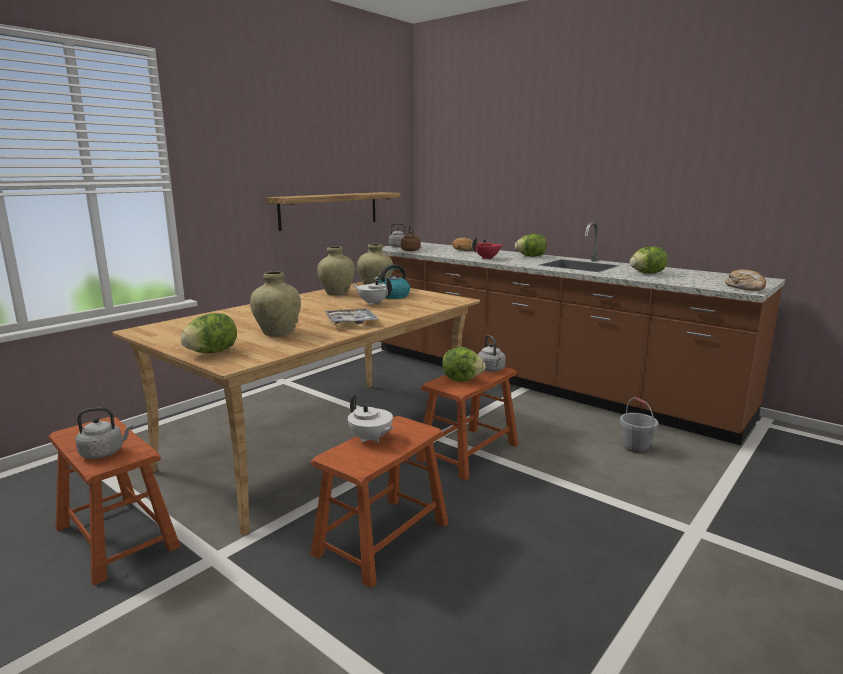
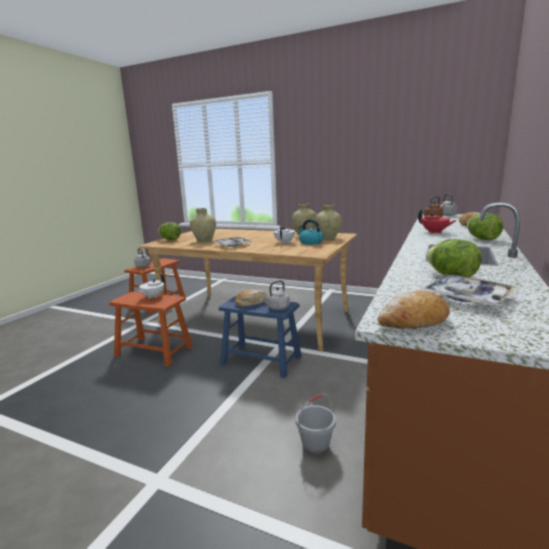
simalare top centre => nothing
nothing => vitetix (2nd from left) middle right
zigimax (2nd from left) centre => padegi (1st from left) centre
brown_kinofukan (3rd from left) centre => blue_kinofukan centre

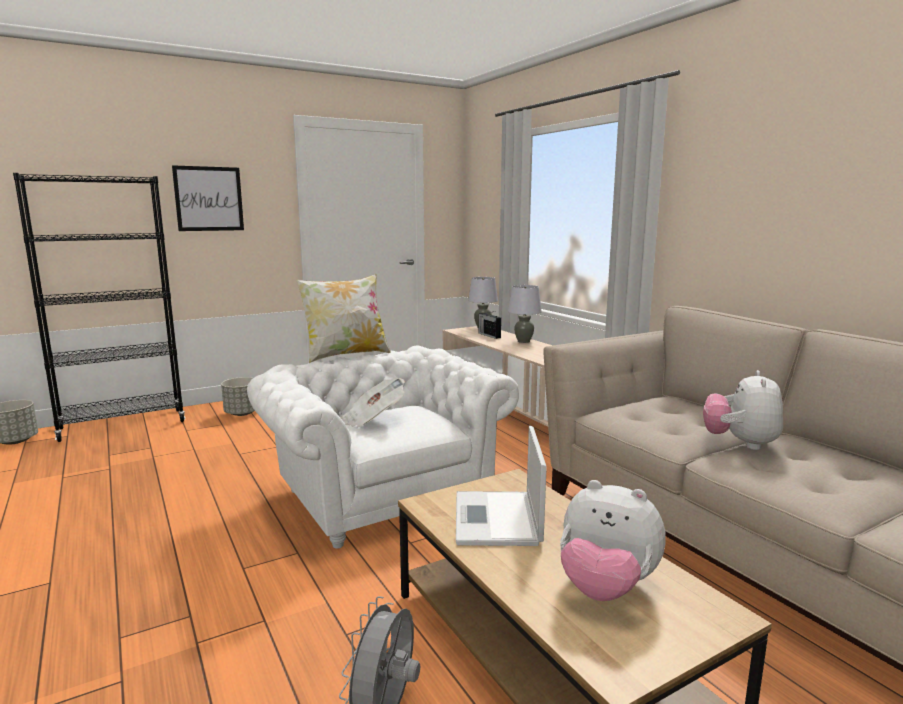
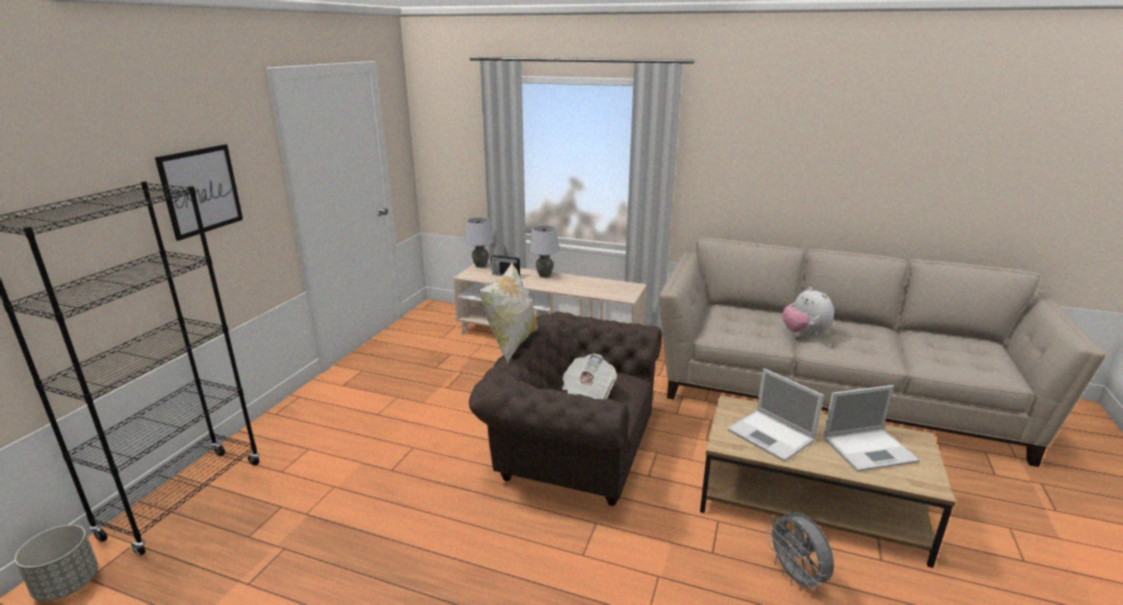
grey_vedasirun (2nd from left) middle left => nothing
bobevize (1st from left) bottom right => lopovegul (2nd from left) bottom right
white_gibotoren centre => brown_gibotoren bottom centre

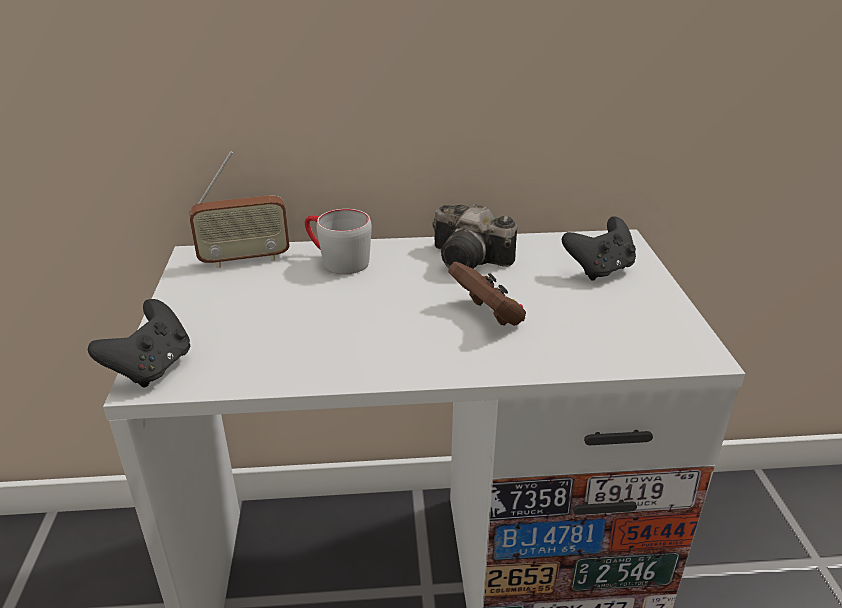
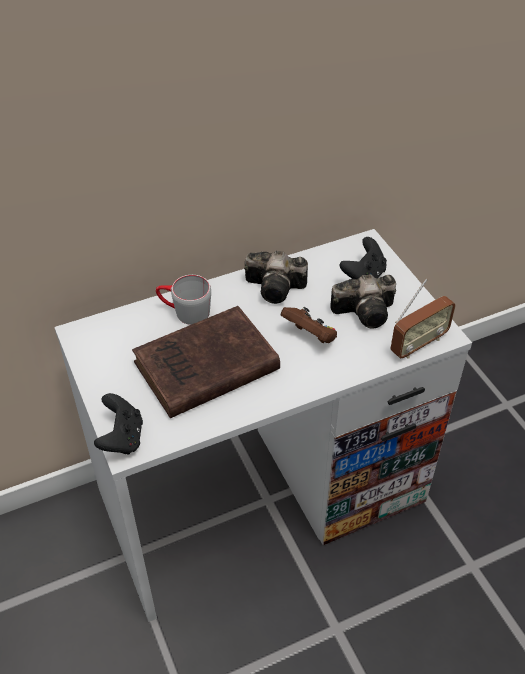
nothing => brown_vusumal centre
nothing => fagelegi (2nd from left) middle right
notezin middle left => notezin middle right, moved

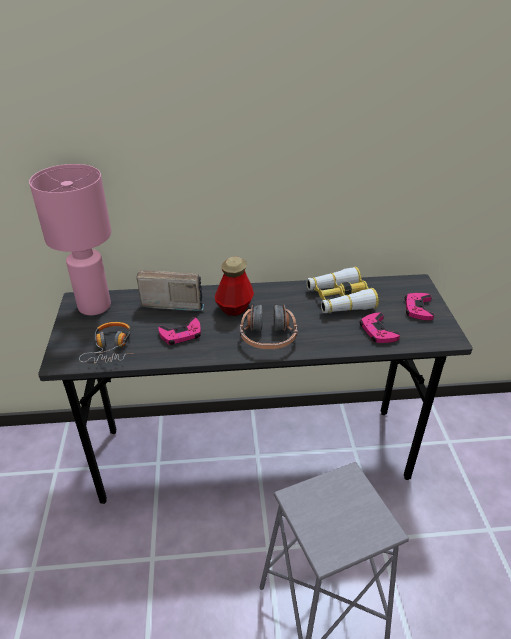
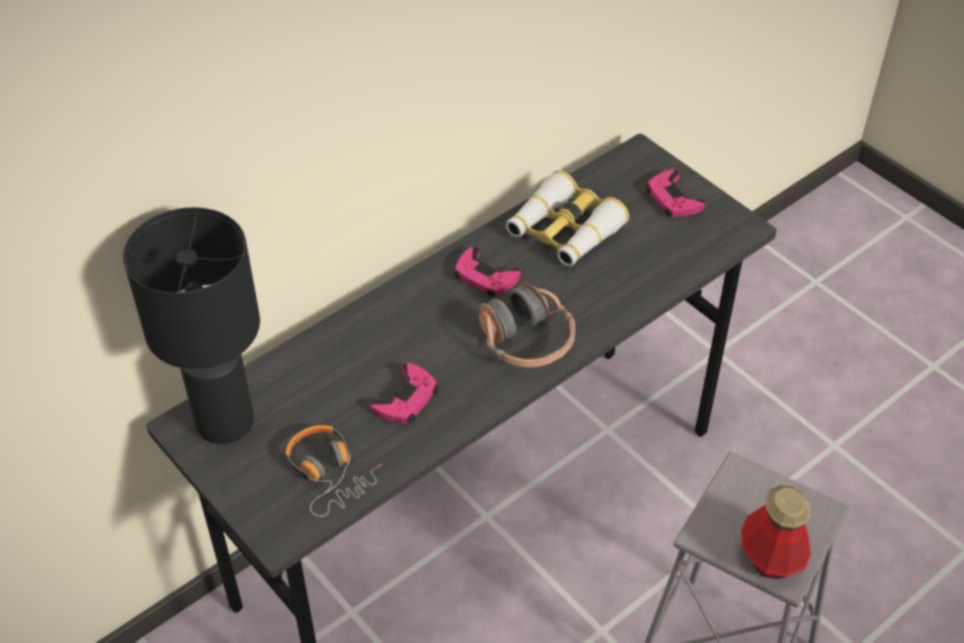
notezin middle left => nothing
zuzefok centre => zuzefok bottom right, moved
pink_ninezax (2nd from left) middle right => pink_ninezax (2nd from left) centre, moved
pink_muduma middle left => black_muduma middle left

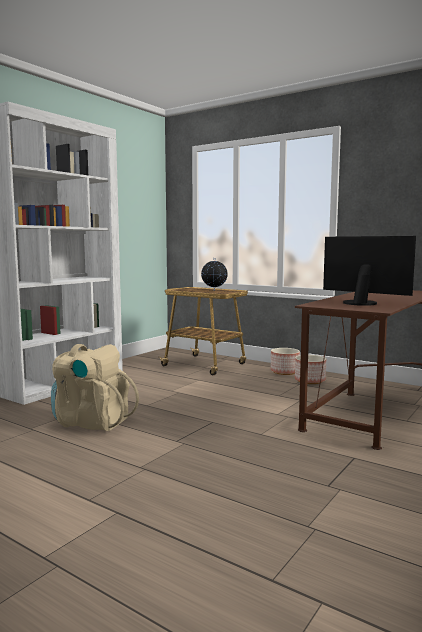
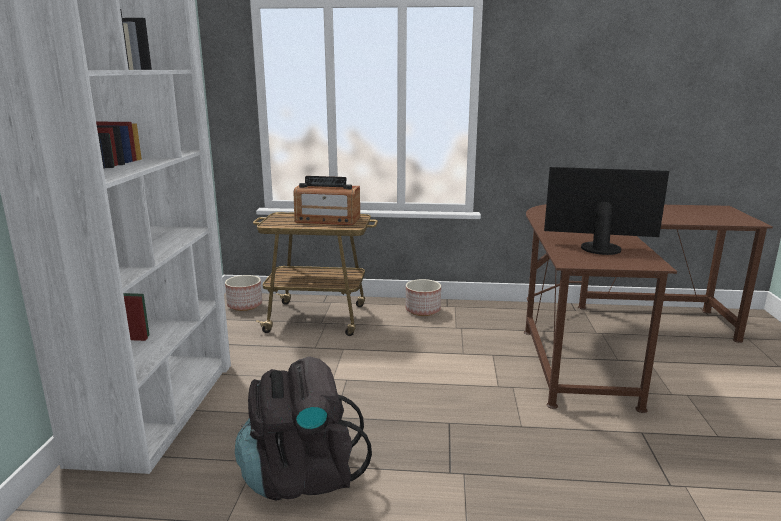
vedasirun (2nd from left in the first image) middle right => vedasirun (1st from left) middle left, moved
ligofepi centre => notezin centre
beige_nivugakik middle left => black_nivugakik bottom centre

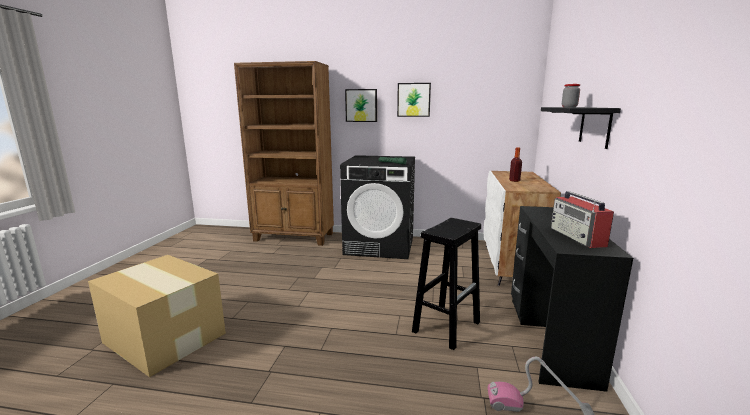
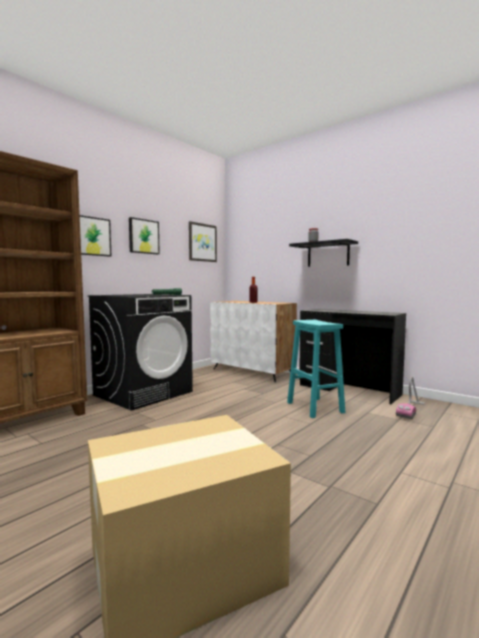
notezin middle right => nothing
nothing => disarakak (3rd from left) centre
black_kinofukan bottom centre => turquoise_kinofukan centre

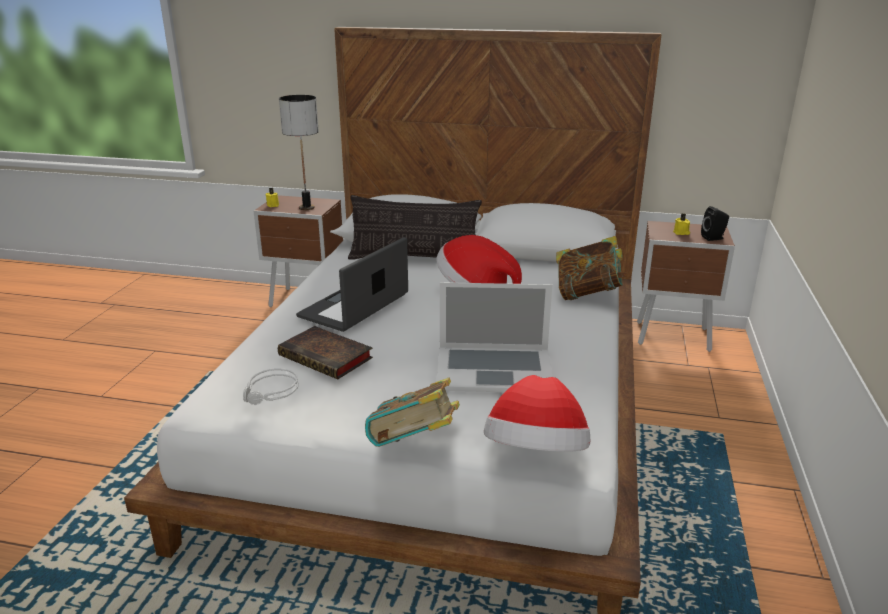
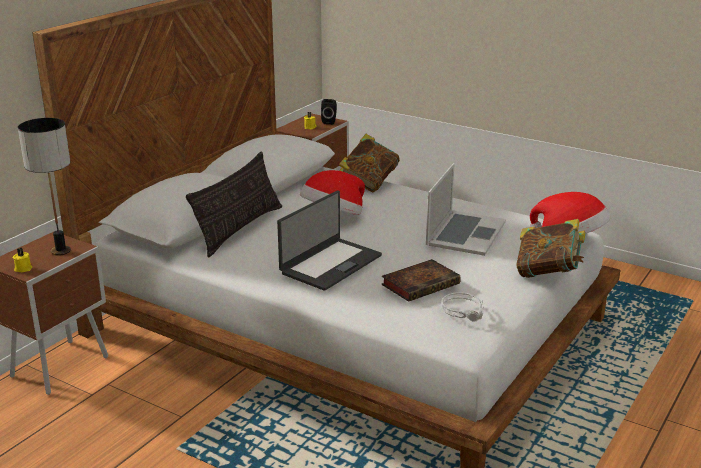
lopovegul (1st from left) centre, 105 degrees counterclockwise

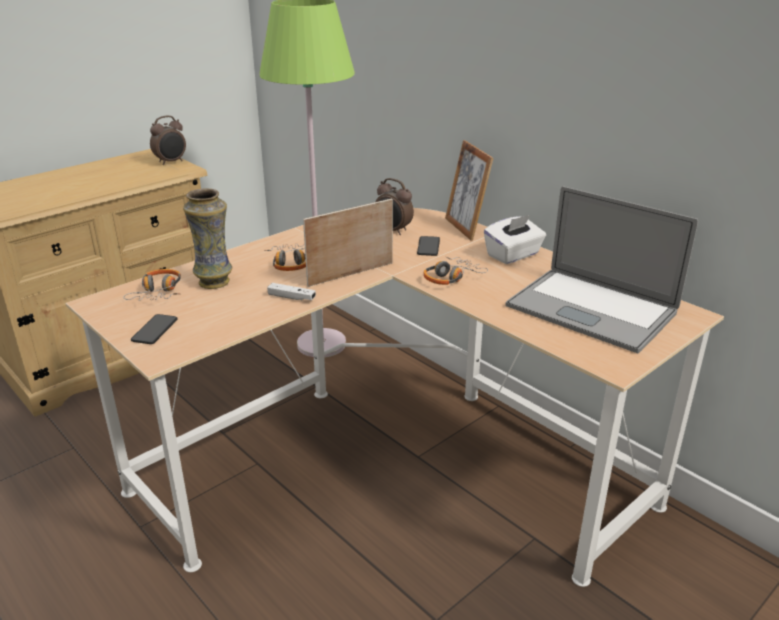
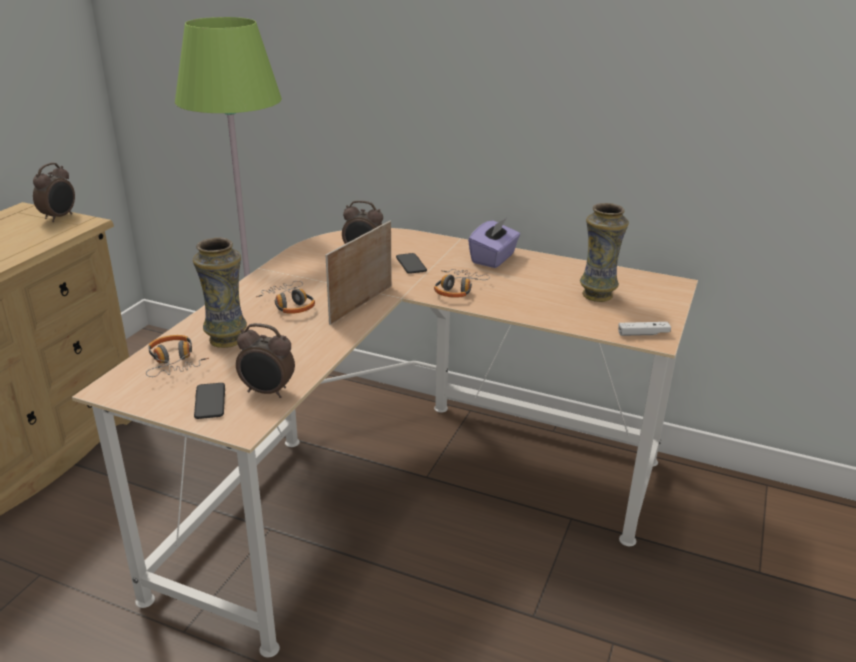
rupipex (2nd from left) top centre => nothing
nothing => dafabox (2nd from left) middle left
white_ninezax centre => white_ninezax middle right, moved
lopovegul middle right => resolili (2nd from left) middle right
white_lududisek centre => purple_lududisek centre

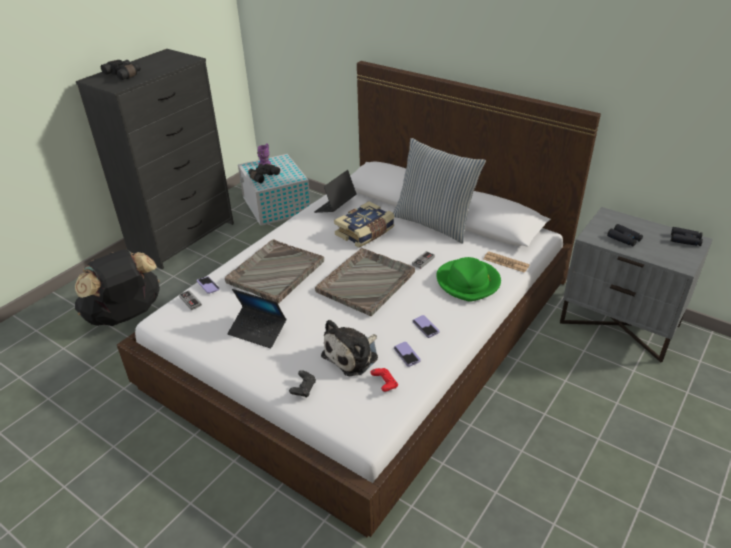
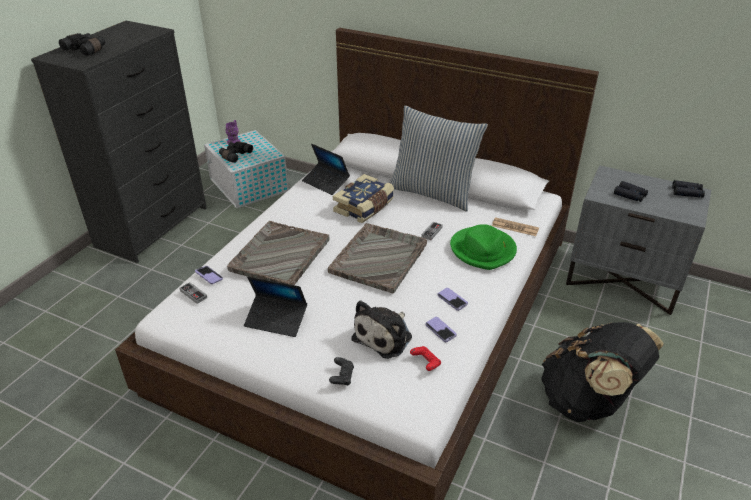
black_nivugakik middle left => black_nivugakik bottom right, moved
lopovegul (2nd from left) centre, 75 degrees counterclockwise

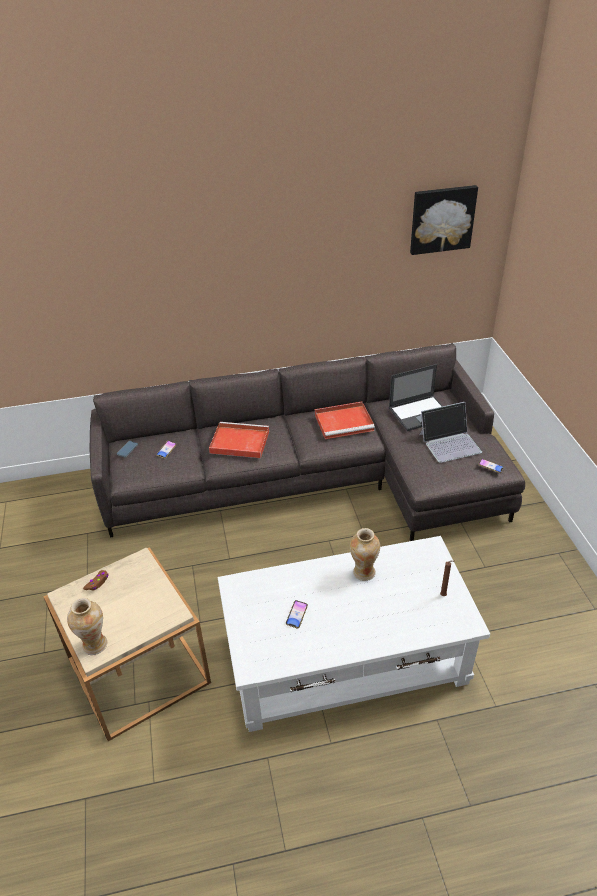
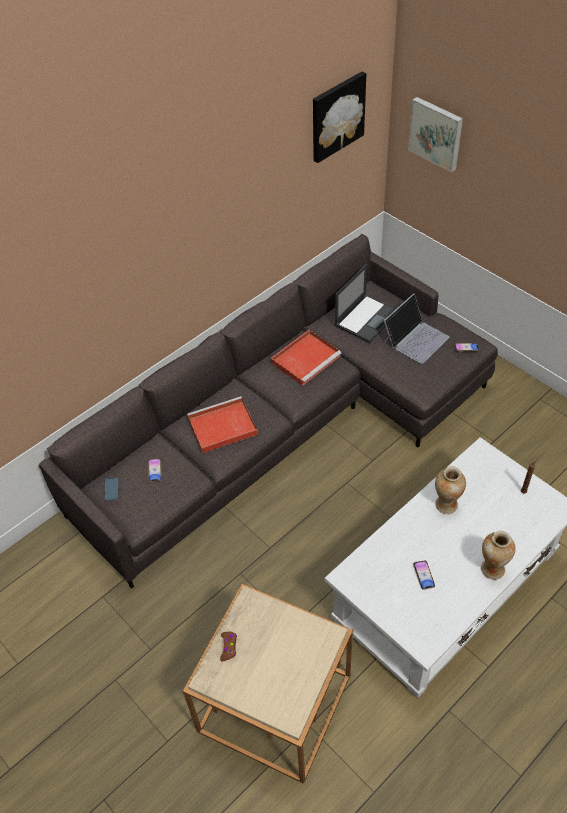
nothing => disarakak (2nd from left) top right
resolili (1st from left in the first image) bottom left => resolili (2nd from left) bottom right, moved

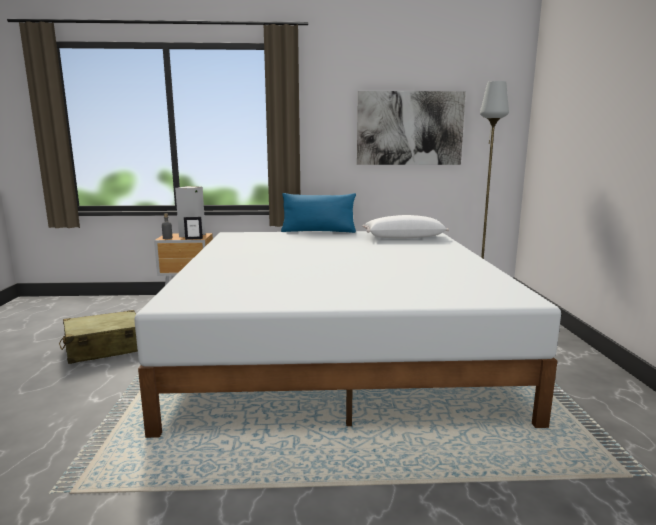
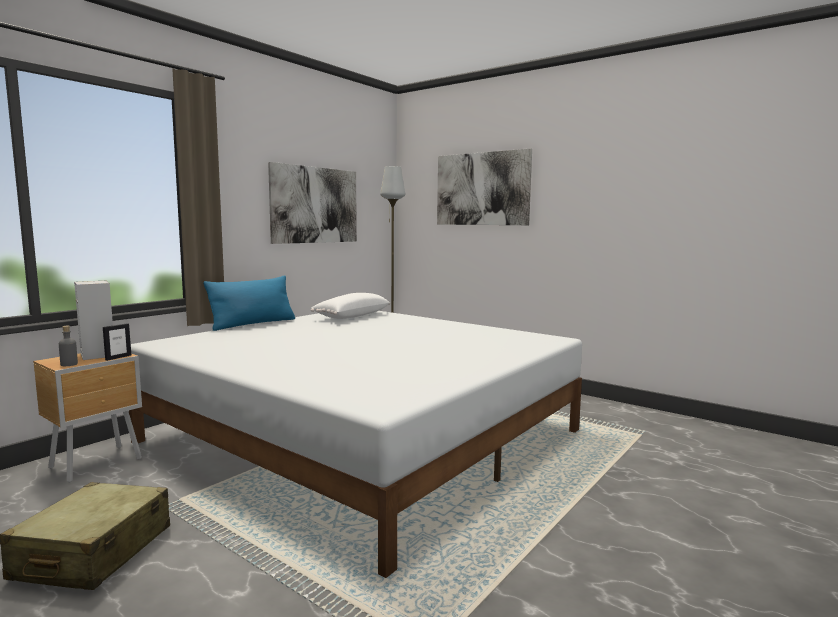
nothing => disarakak (2nd from left) top centre

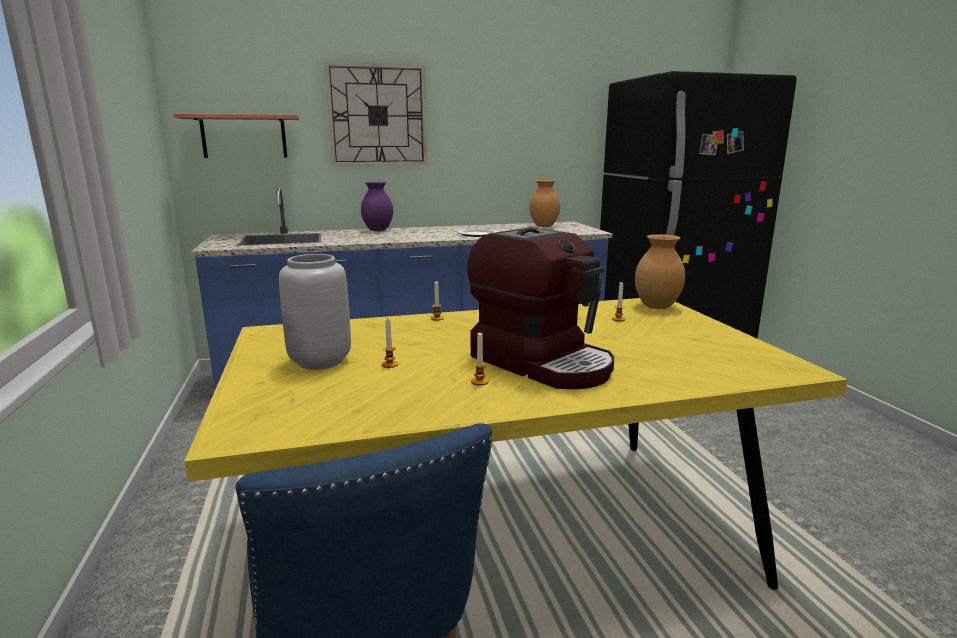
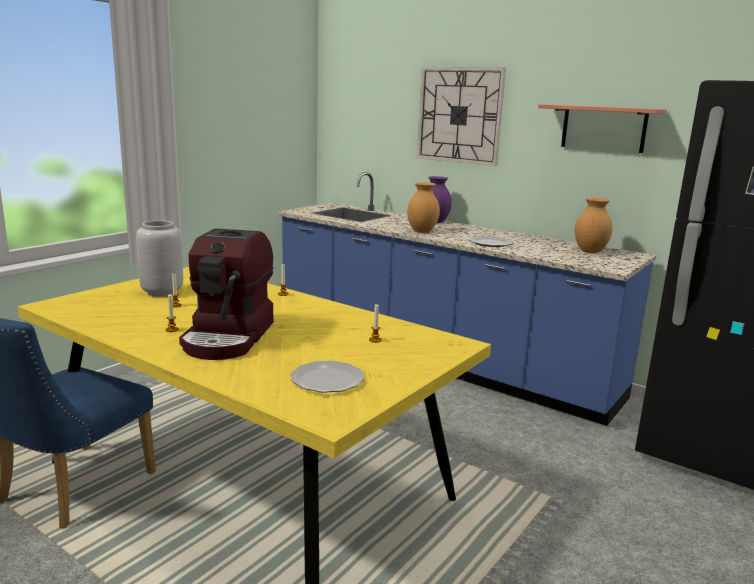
nothing => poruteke (1st from left) centre
simalare top left => simalare top right, moved
brown_resolili (2nd from left in the first image) middle right => brown_resolili (1st from left) centre, moved

